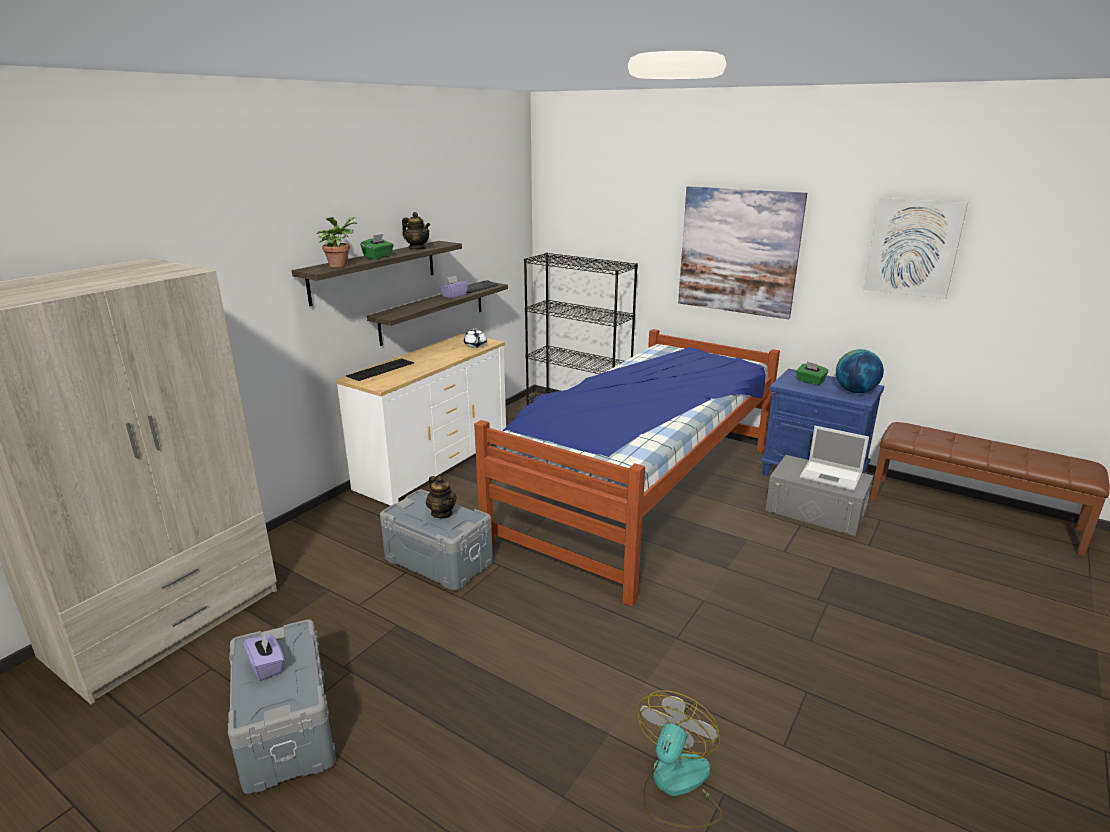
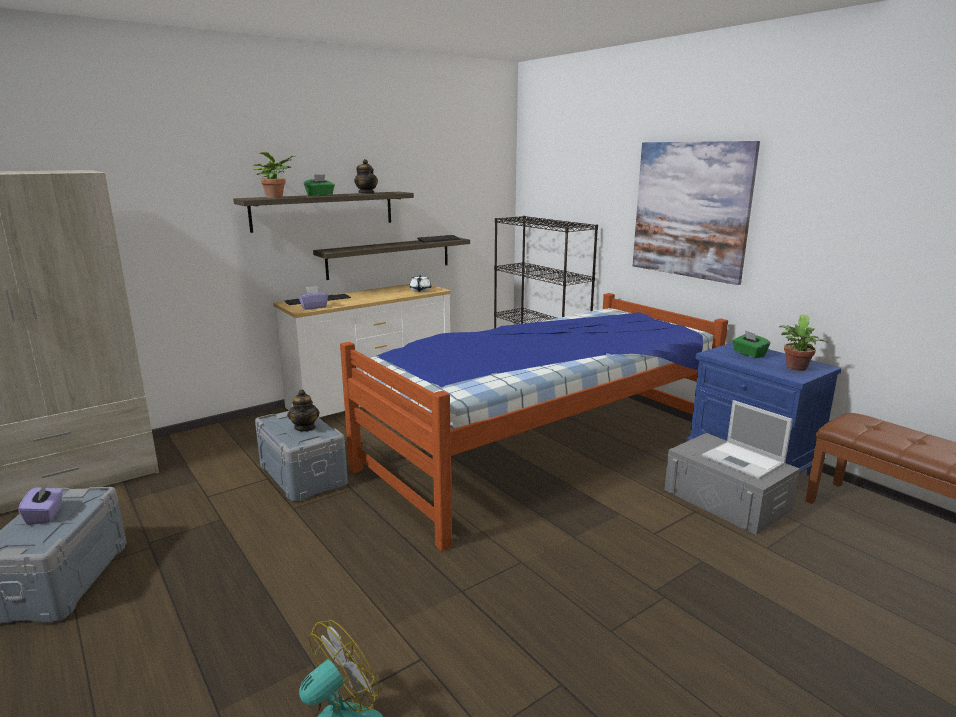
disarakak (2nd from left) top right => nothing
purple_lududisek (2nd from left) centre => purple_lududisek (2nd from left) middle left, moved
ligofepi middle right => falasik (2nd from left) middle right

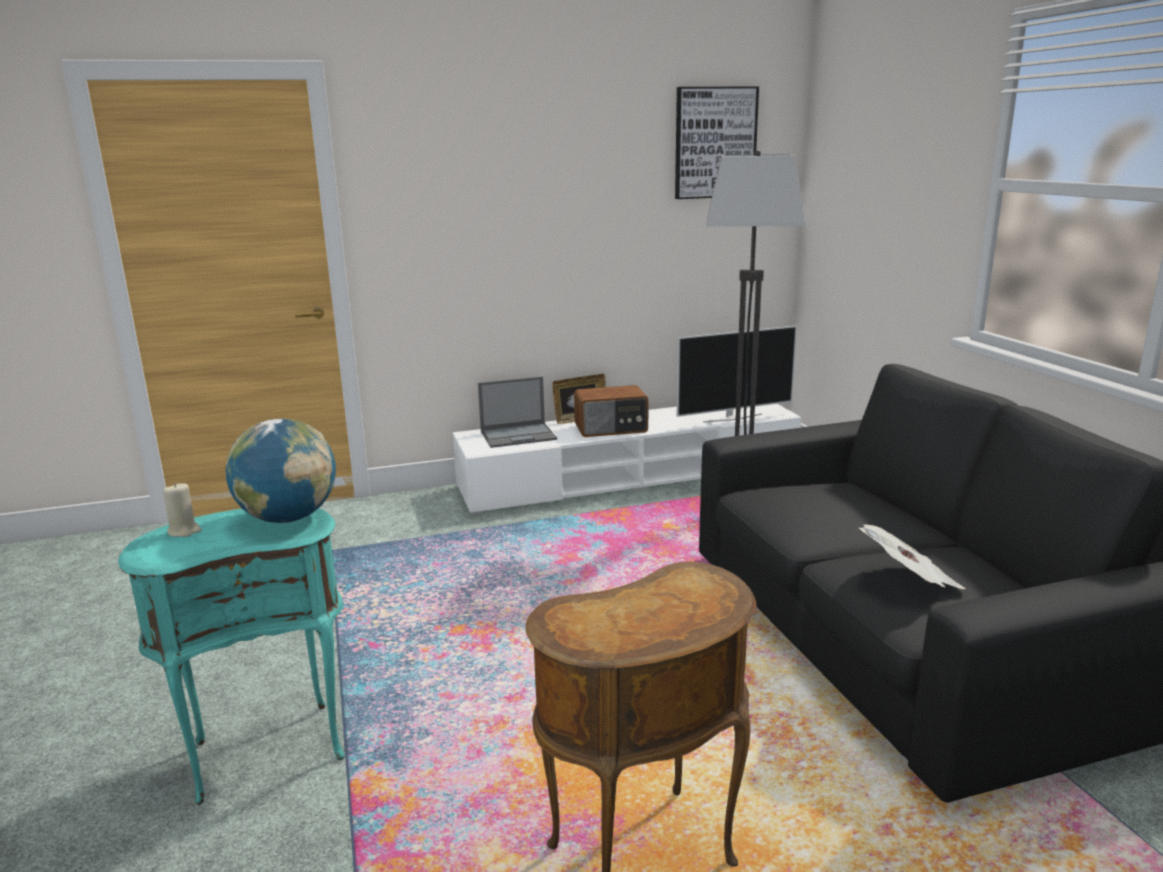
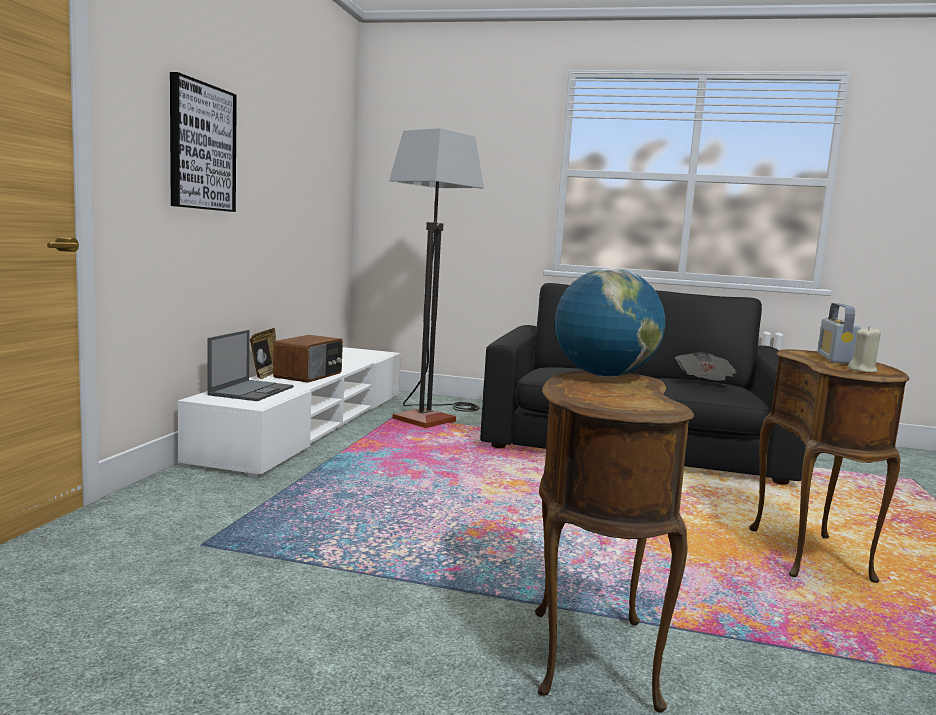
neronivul centre => nothing
nothing => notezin (2nd from left) middle right
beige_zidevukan middle left => beige_zidevukan middle right, moved
disarakak top centre => disarakak top left, moved
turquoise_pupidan bottom left => brown_pupidan (1st from left) bottom centre

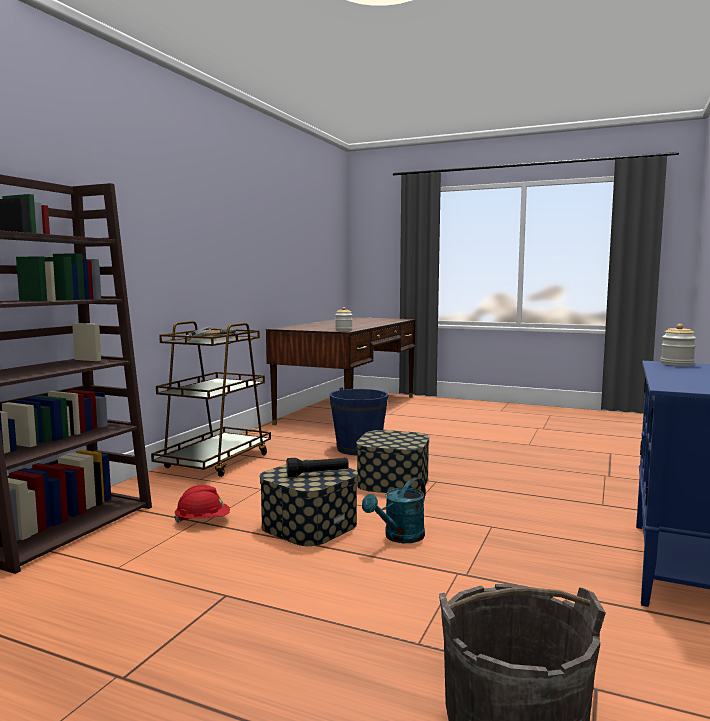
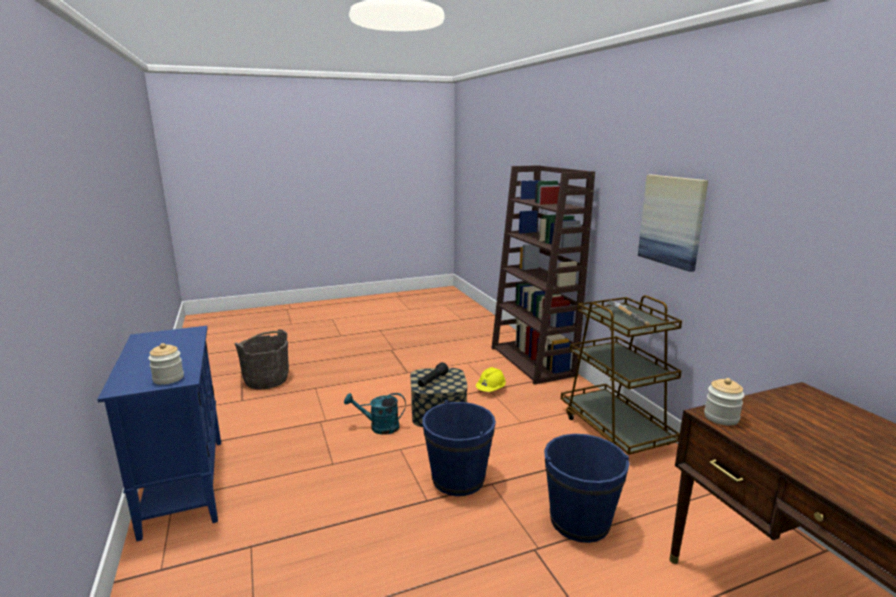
nothing => disarakak middle right
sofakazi (2nd from left) centre => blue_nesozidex (1st from left) bottom centre
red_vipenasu bottom left => yellow_vipenasu centre
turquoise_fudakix bottom centre, 90 degrees counterclockwise

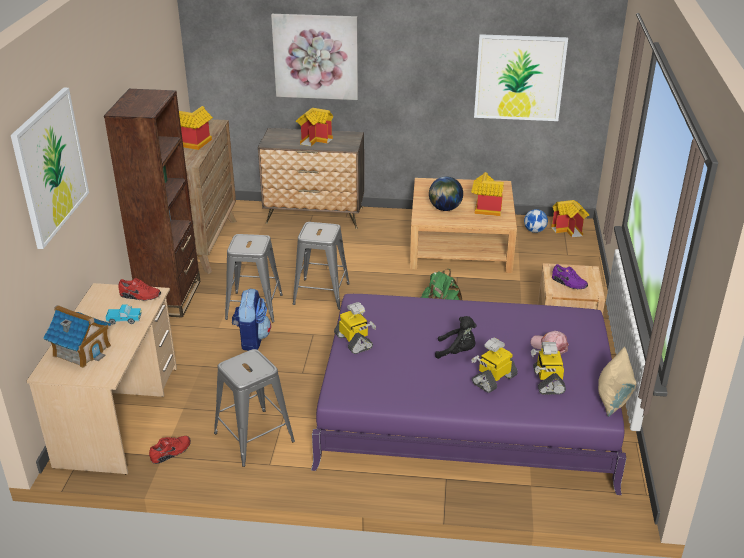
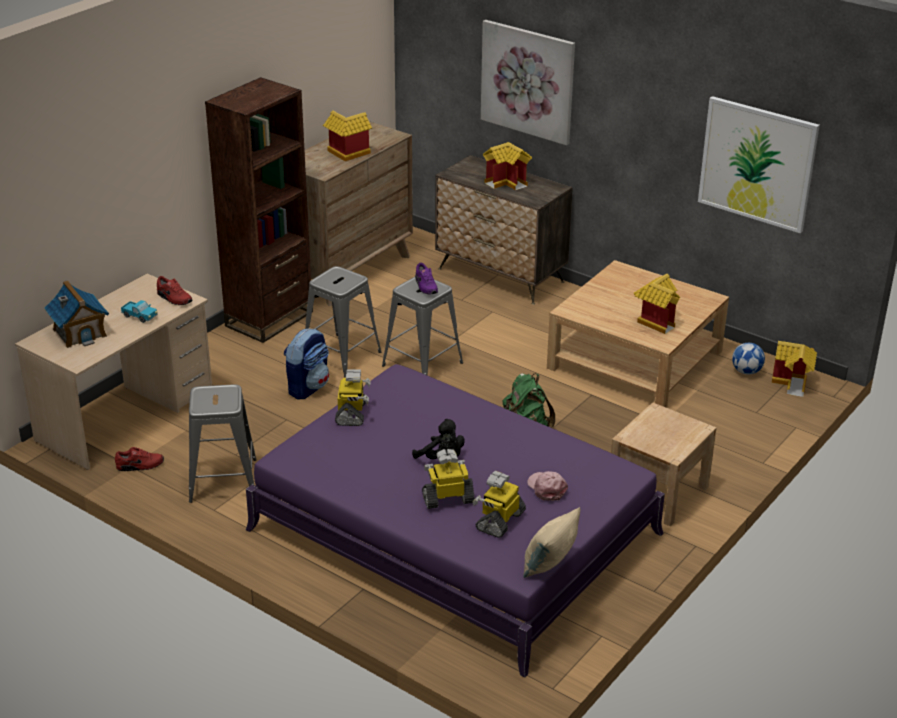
disarakak (1st from left) top left => nothing
ligofepi centre => nothing
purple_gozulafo middle right => purple_gozulafo centre, moved

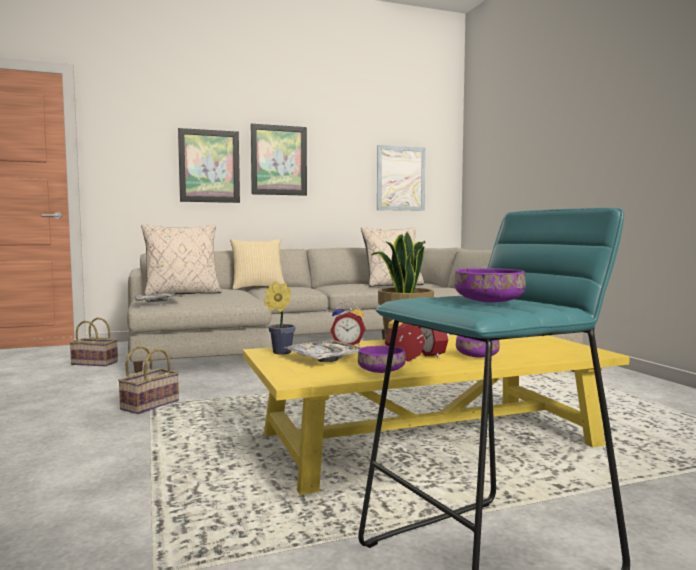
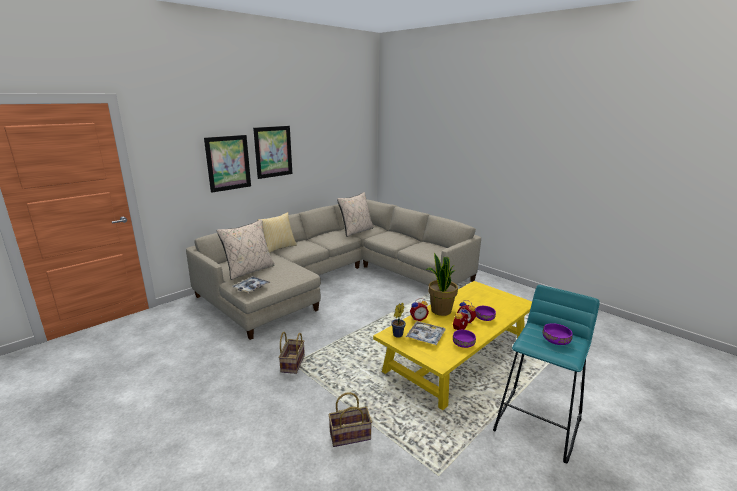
disarakak (3rd from left) top centre => nothing
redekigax (1st from left in the first image) middle left => redekigax (2nd from left) bottom centre, moved

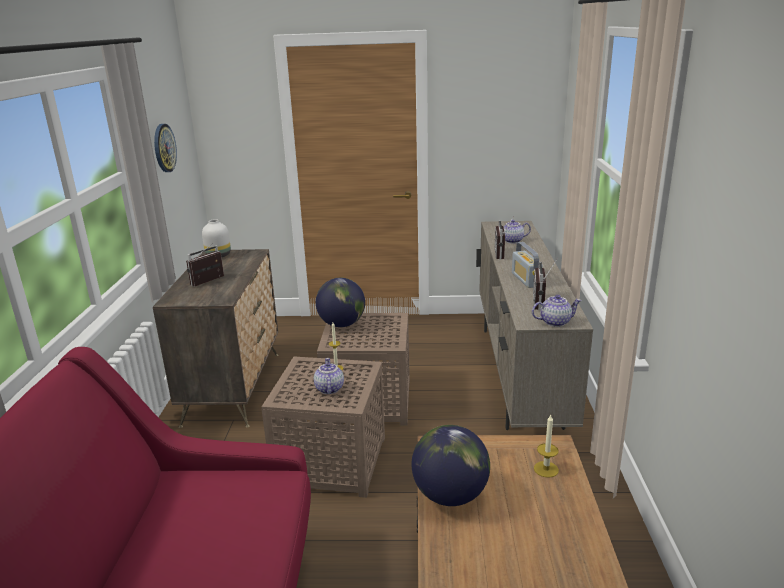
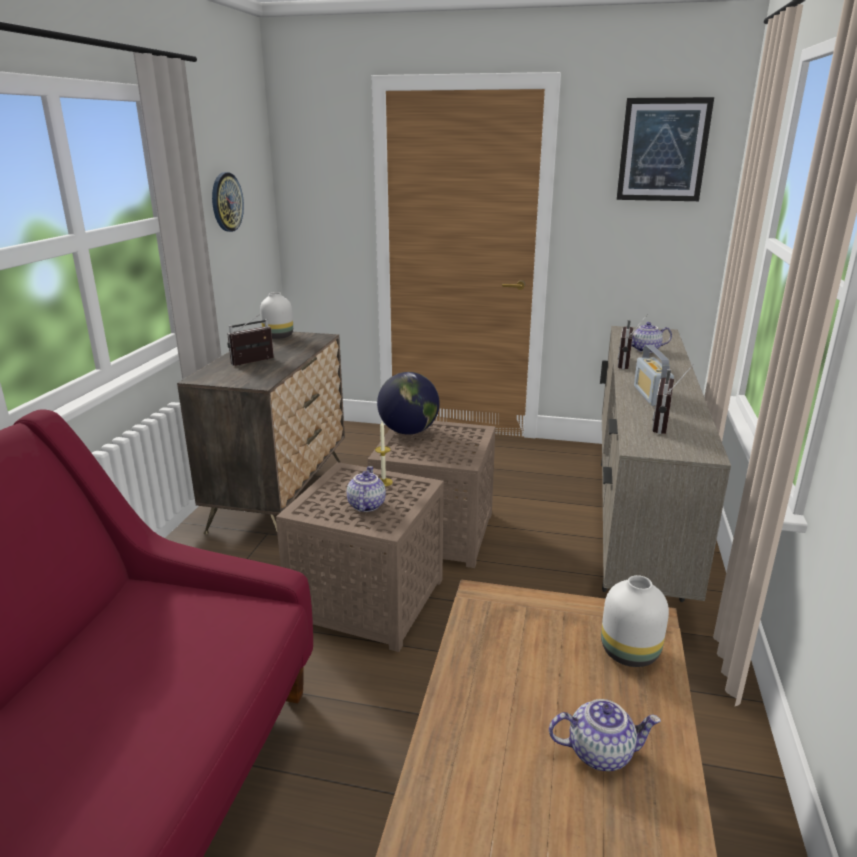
ligofepi (2nd from left) bottom centre => nothing
nothing => disarakak top right
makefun (3rd from left in the first image) middle right => makefun (2nd from left) bottom right, moved
zidevukan (2nd from left) bottom right => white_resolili (2nd from left) bottom right

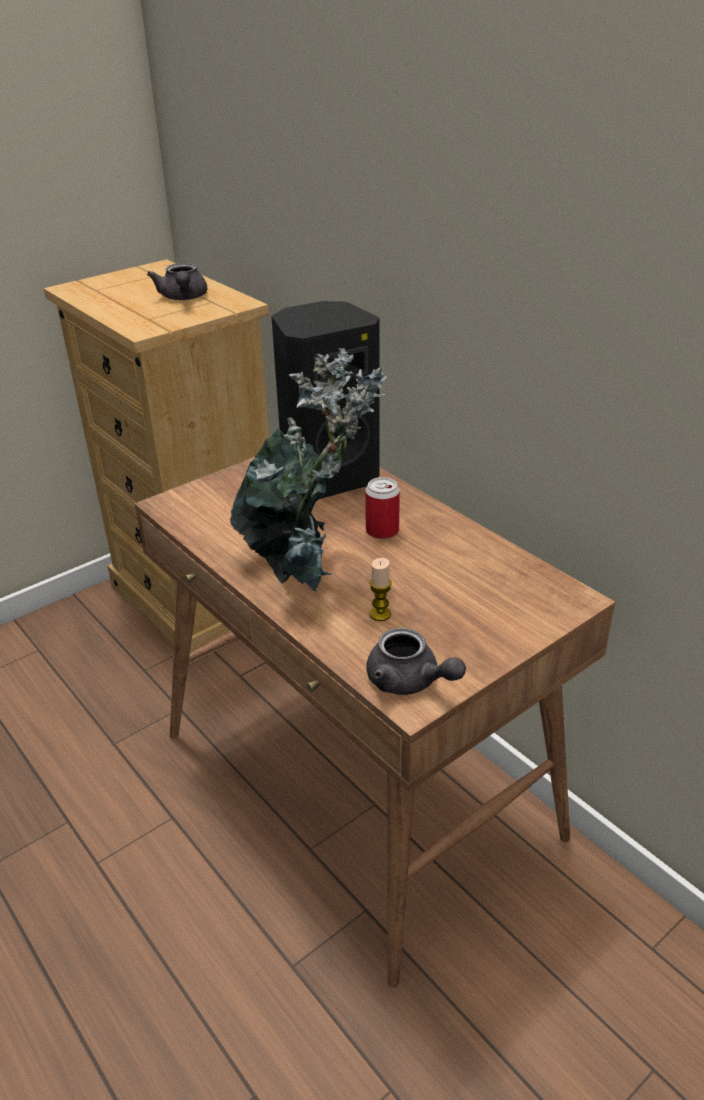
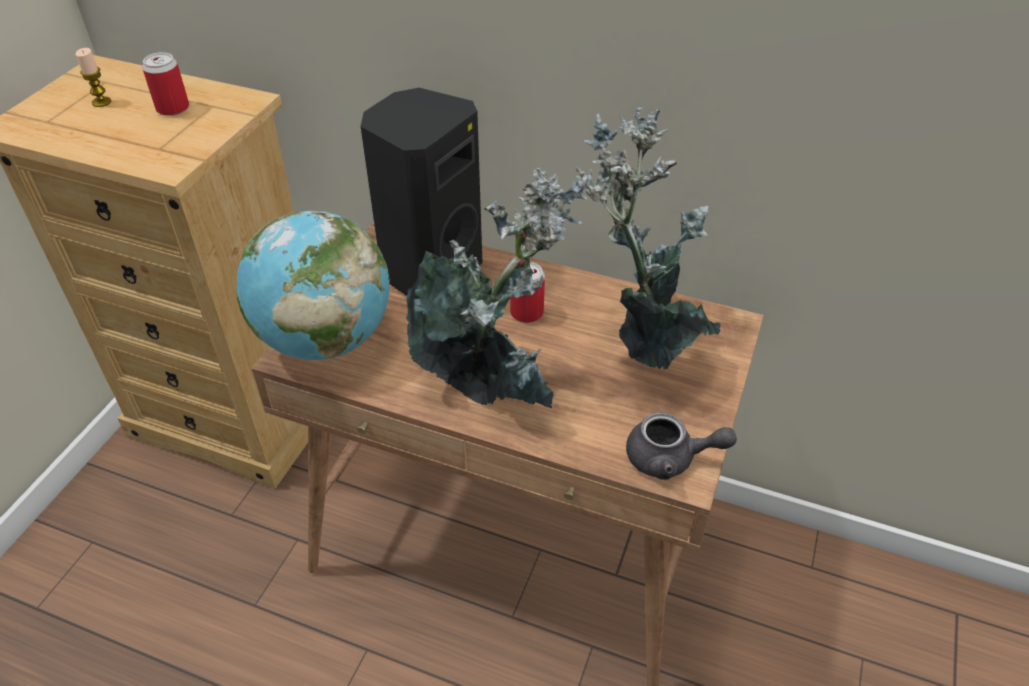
nothing => ligofepi middle left
nothing => falasik (2nd from left) centre
zidevukan centre => zidevukan top left, moved
grey_makefun (1st from left) top left => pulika (1st from left) top left

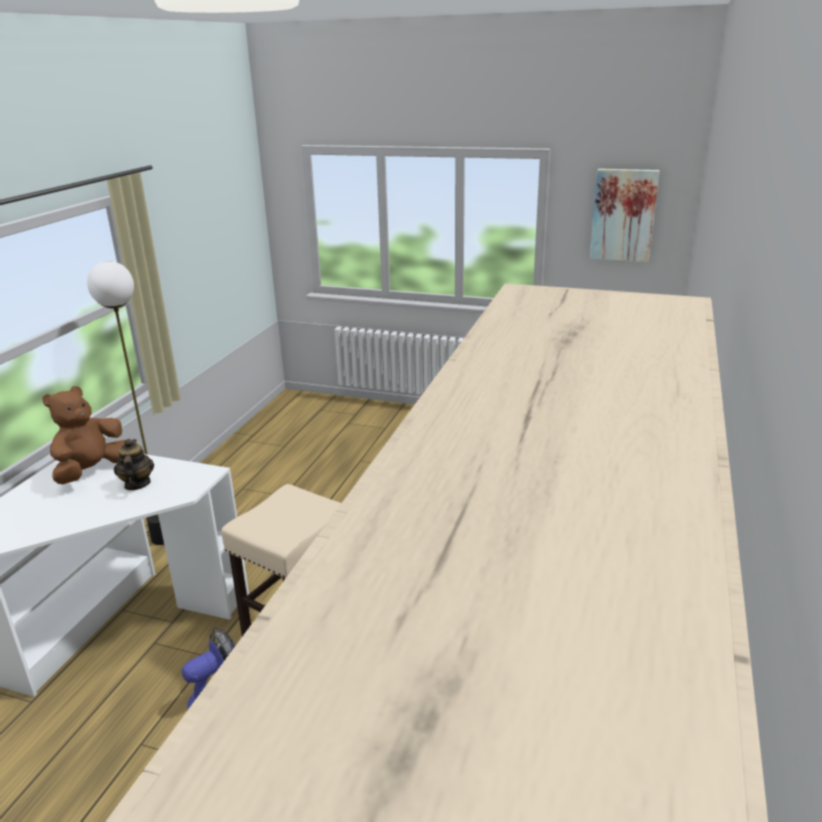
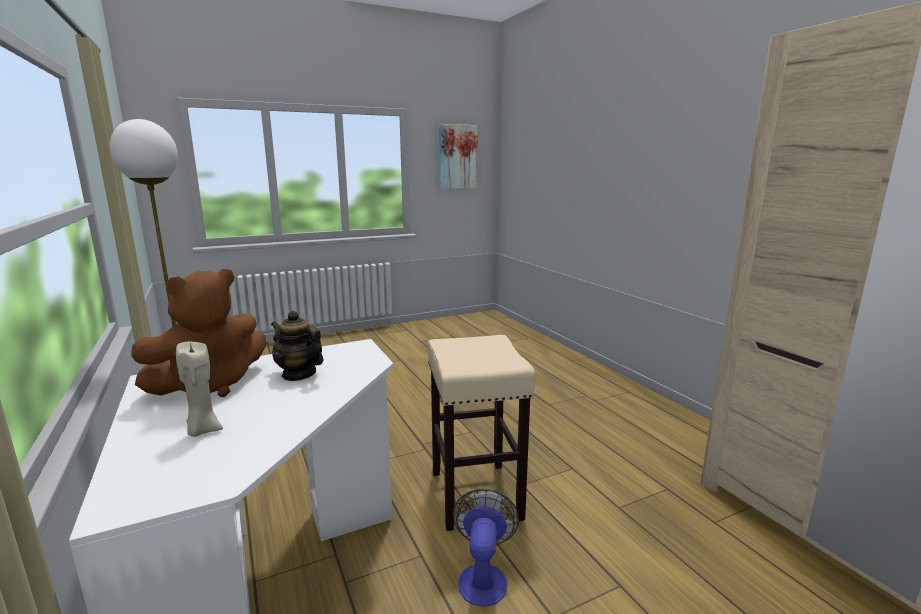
nothing => beige_zidevukan middle left
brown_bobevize middle left, 120 degrees counterclockwise

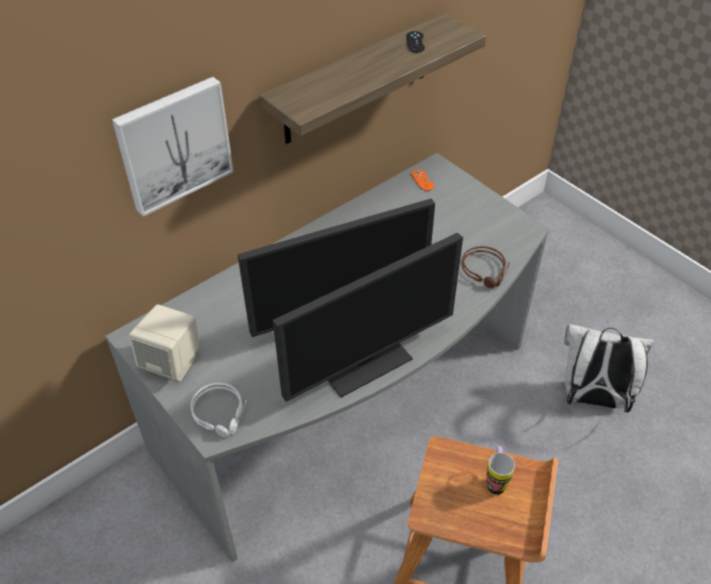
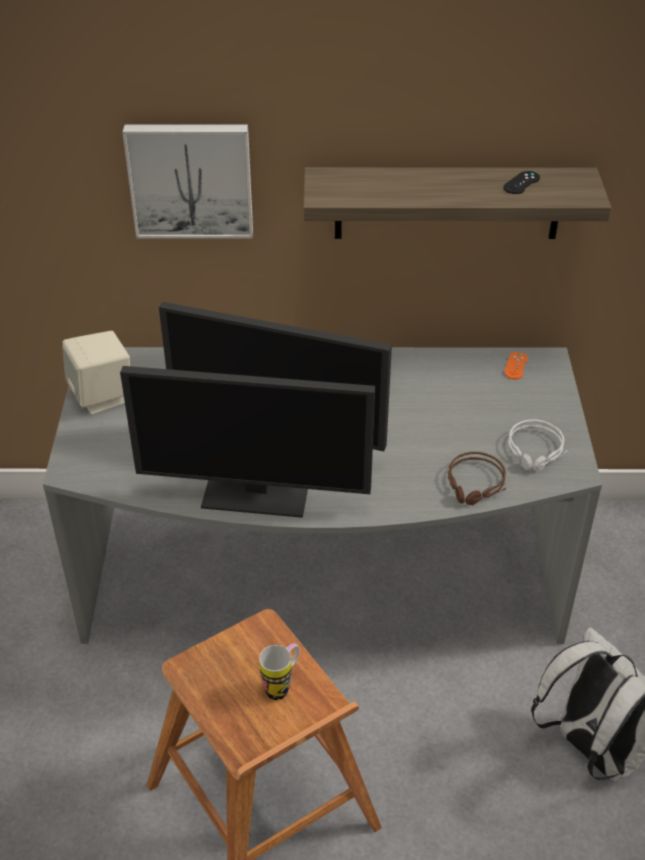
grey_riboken bottom left => grey_riboken middle right, moved

